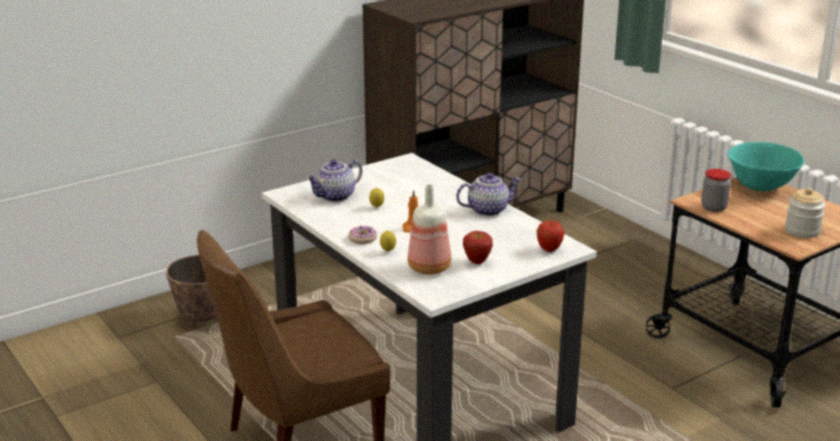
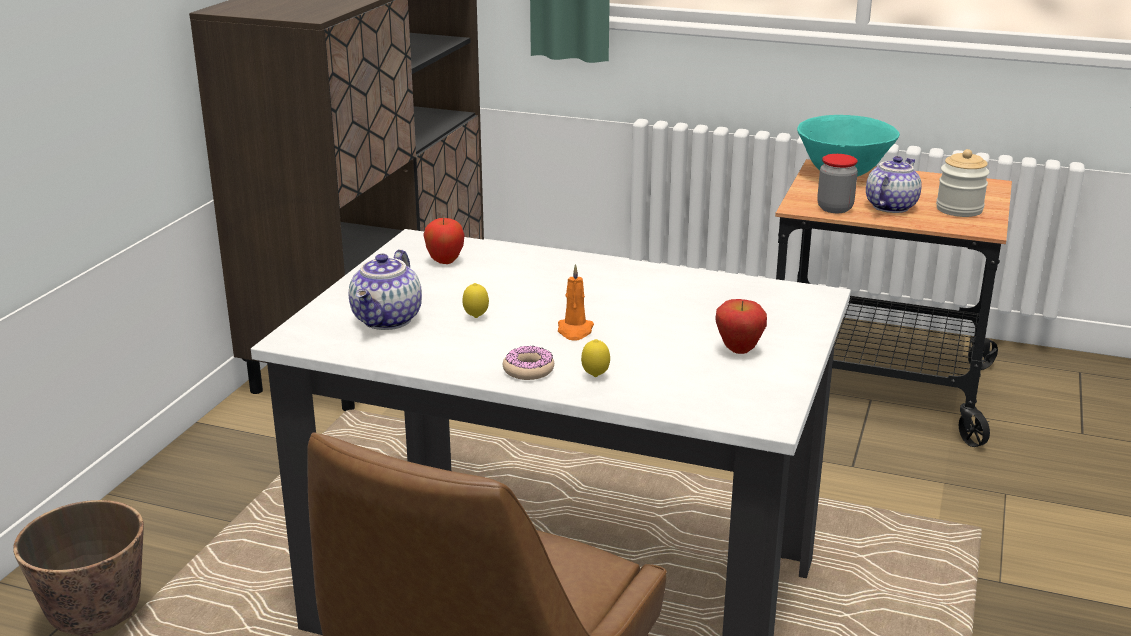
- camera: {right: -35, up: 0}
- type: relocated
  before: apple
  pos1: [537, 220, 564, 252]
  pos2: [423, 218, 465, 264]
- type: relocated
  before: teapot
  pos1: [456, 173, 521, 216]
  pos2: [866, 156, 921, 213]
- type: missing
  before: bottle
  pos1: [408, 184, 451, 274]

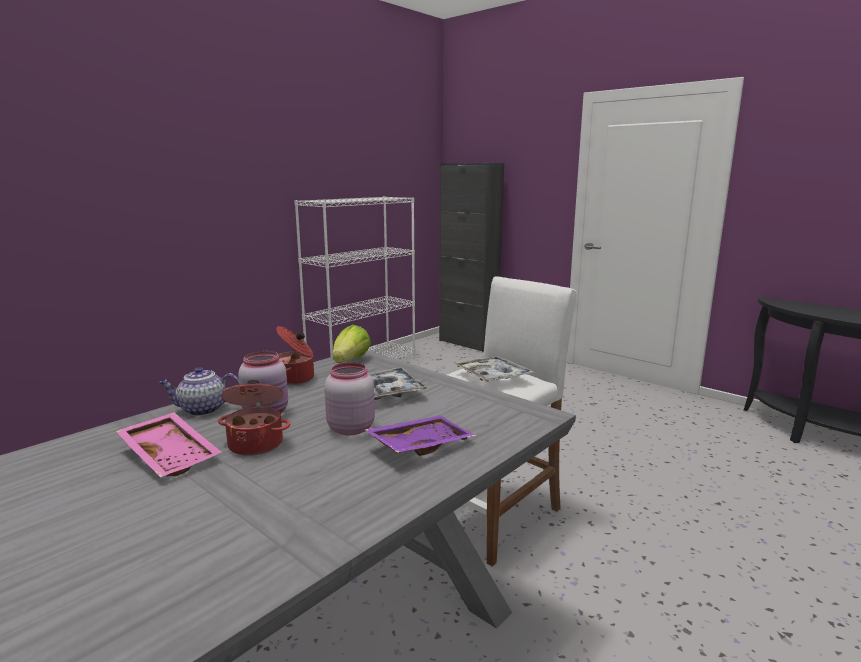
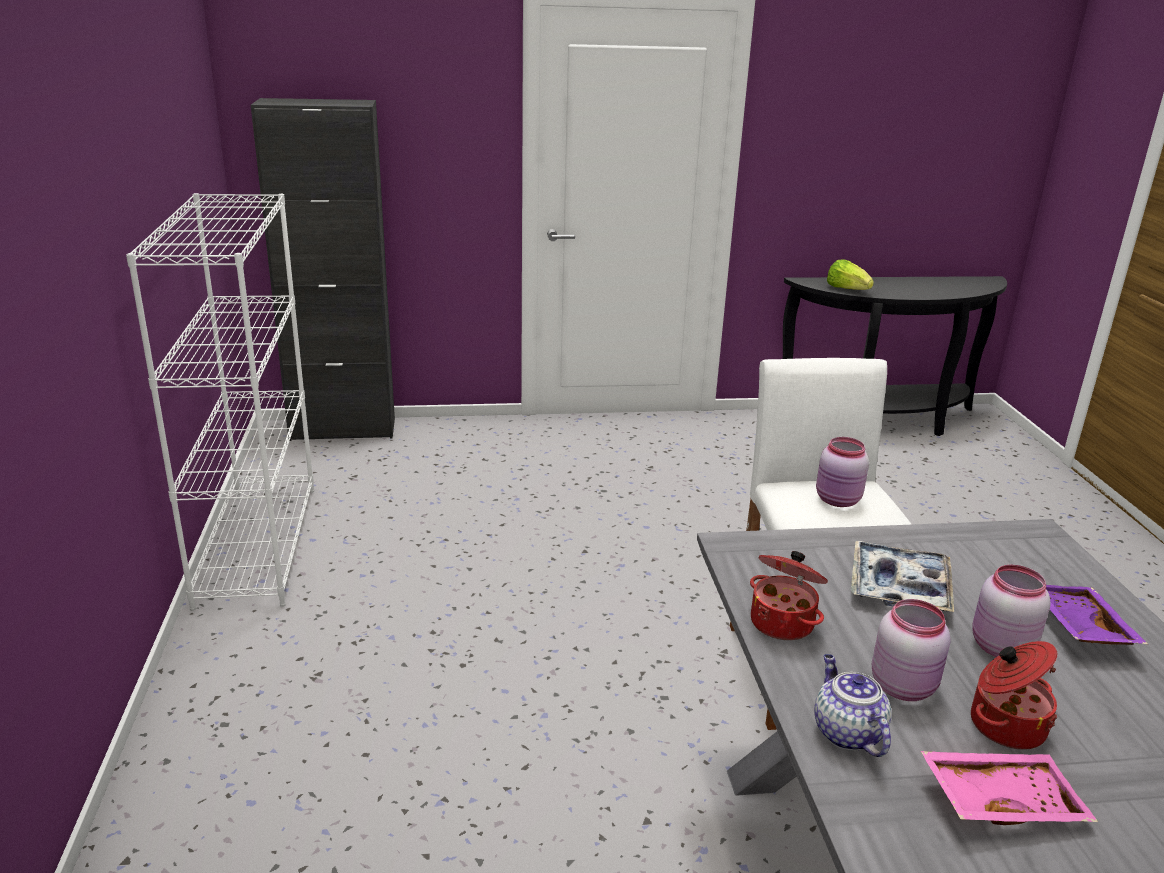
- camera: {right: -50, up: 10}
- type: spun
  before: teapot
  pos1: [159, 367, 239, 416]
  pos2: [814, 654, 892, 757]
  turn: 135
- type: exchanged
  before: tray
  after: pink_jar
  pos1: [453, 356, 535, 382]
  pos2: [816, 437, 869, 507]
- type: relocated
  before: lettuce
  pos1: [333, 325, 371, 363]
  pos2: [827, 259, 874, 290]

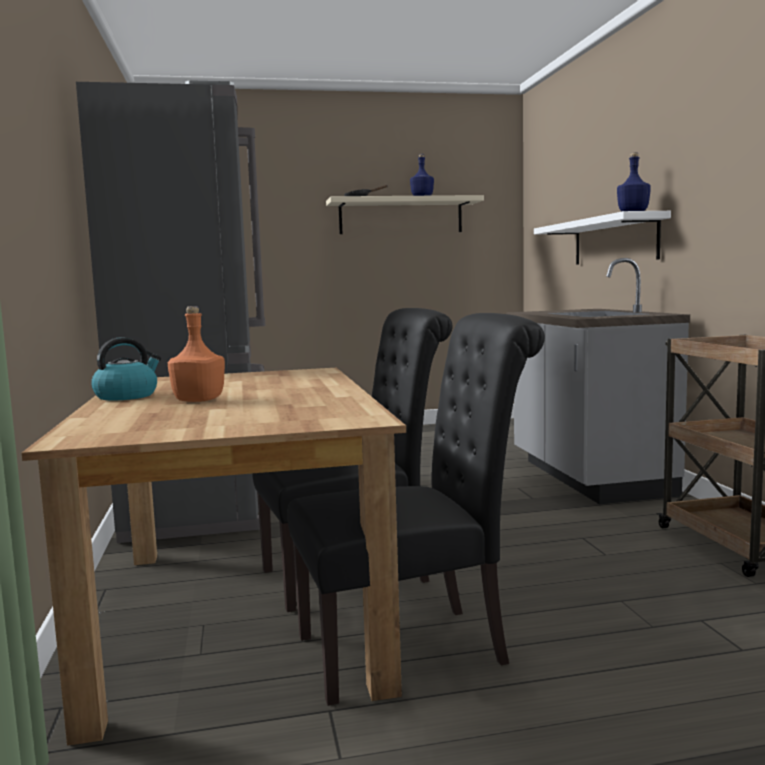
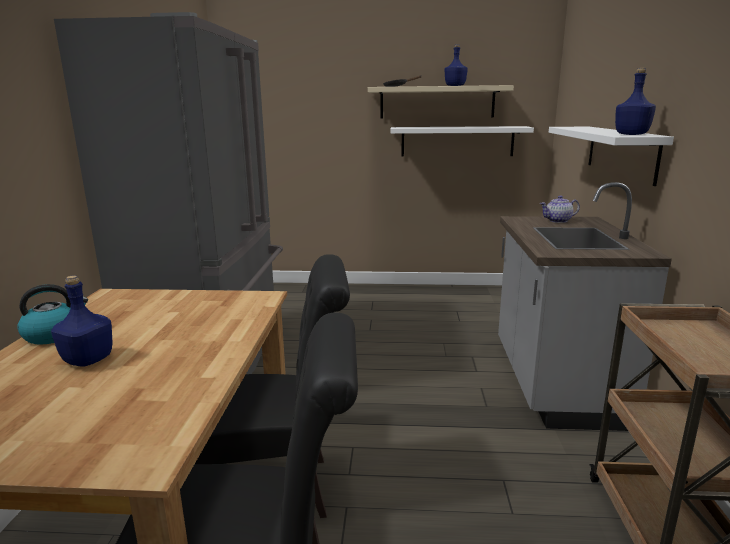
- camera: {right: 15, up: 10}
- type: colour
  before: orange_bottle
  after: blue_bottle
  pos1: [168, 306, 225, 402]
  pos2: [51, 275, 112, 366]
- type: appeared
  after: white_shelf
  pos2: [390, 126, 534, 157]
- type: appeared
  after: teapot
  pos2: [540, 196, 580, 223]

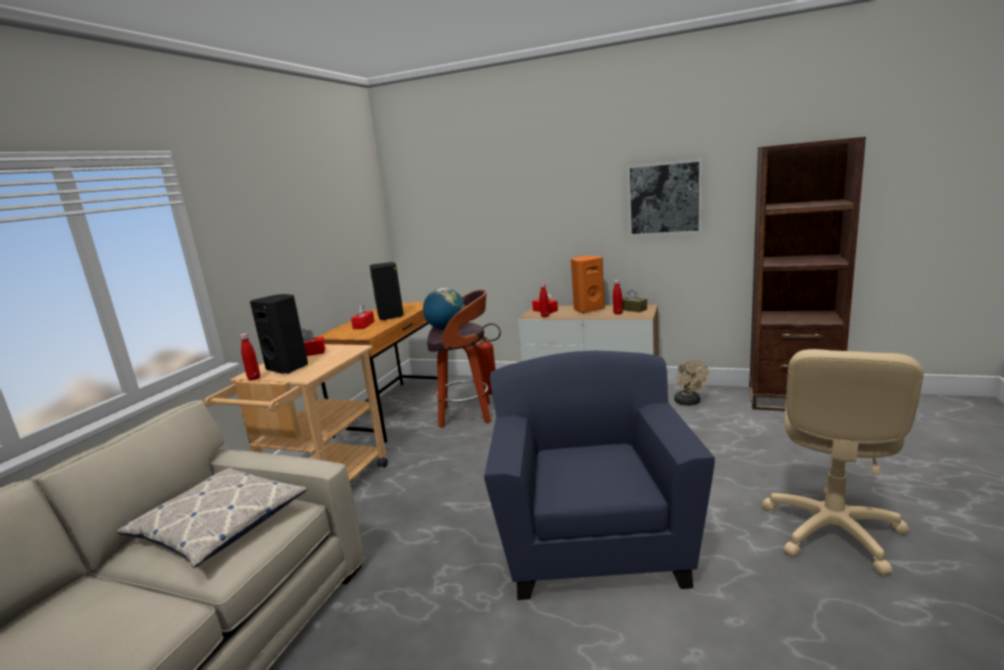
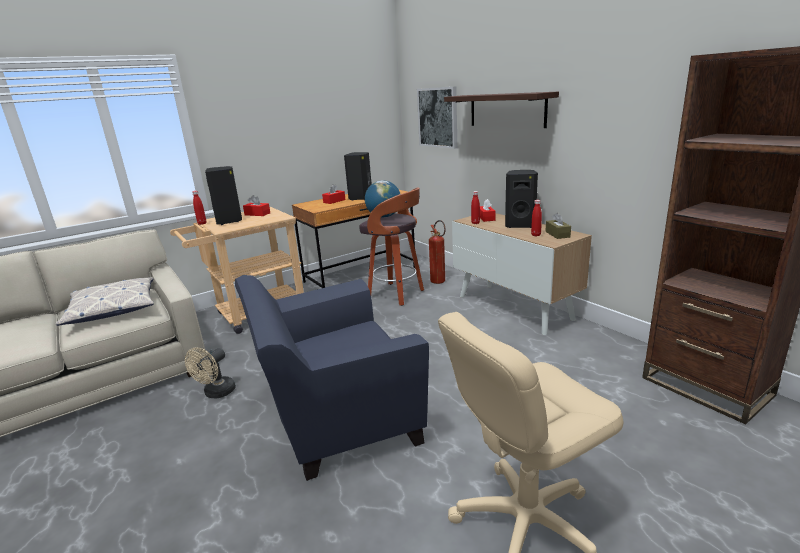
- camera: {right: 35, up: 5}
- type: relocated
  before: beige_fan
  pos1: [674, 360, 709, 406]
  pos2: [185, 347, 236, 398]
- type: spun
  before: blue_armchair
  pos1: [484, 351, 715, 600]
  pos2: [235, 275, 429, 481]
  turn: -150
- type: relocated
  before: picture
  pos1: [627, 159, 702, 237]
  pos2: [417, 86, 457, 149]
- type: appeared
  after: shelf
  pos2: [444, 92, 559, 128]
- type: colour
  before: orange_speaker
  after: black_speaker
  pos1: [571, 256, 605, 313]
  pos2: [505, 170, 538, 228]

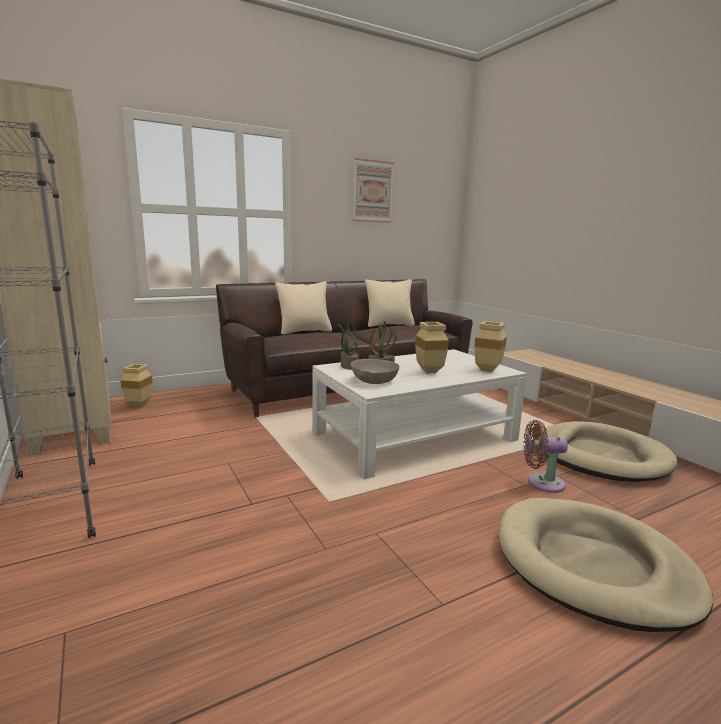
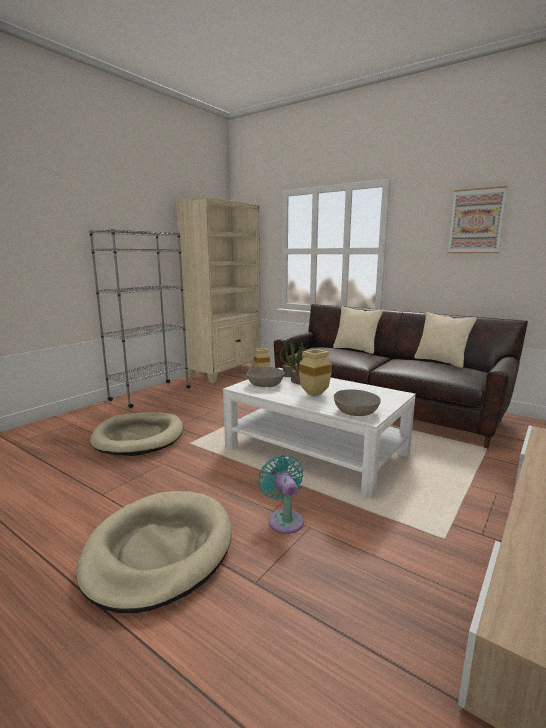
- camera: {right: 65, up: 0}
- type: relocated
  before: beige_dog_bed
  pos1: [538, 421, 678, 482]
  pos2: [90, 412, 183, 456]
- type: colour
  before: brown_fan
  after: turquoise_fan
  pos1: [524, 420, 568, 493]
  pos2: [258, 455, 304, 534]
- type: exchanged
  before: beige_vase
  after: grey_bowl
  pos1: [474, 321, 507, 372]
  pos2: [334, 389, 381, 416]

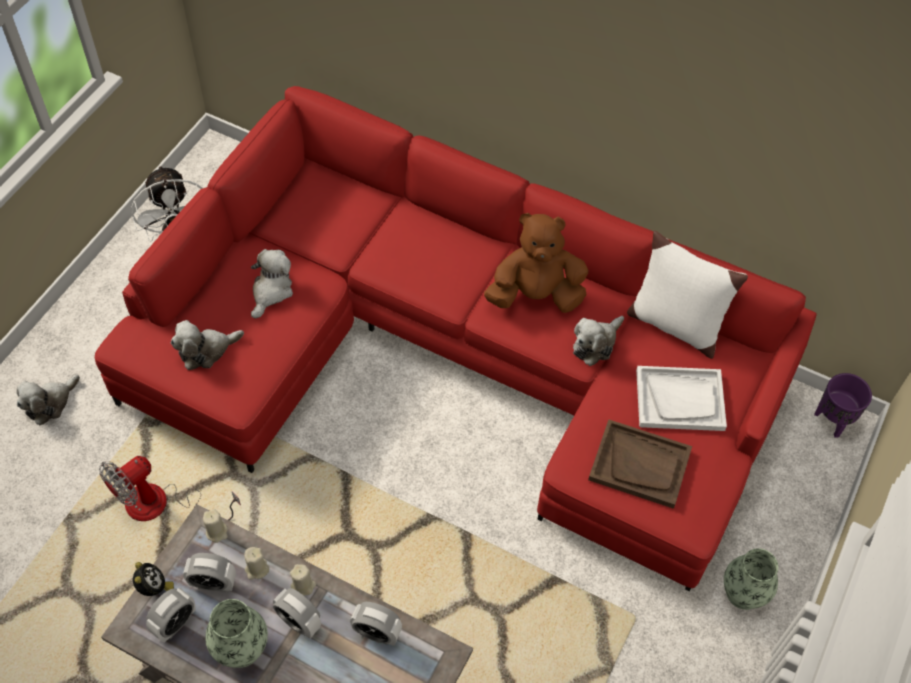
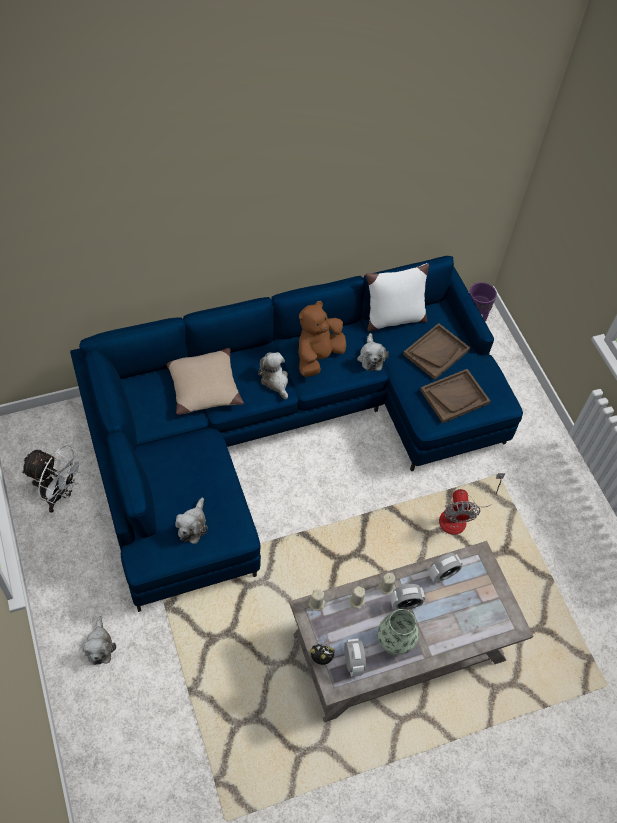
- camera: {right: -50, up: 0}
- type: colour
  before: red_sofa
  after: blue_sofa
  pos1: [95, 86, 817, 591]
  pos2: [70, 256, 523, 612]
- type: appeared
  after: beige_pillow
  pos2: [166, 348, 244, 415]
- type: relocated
  before: plush_toy
  pos1: [251, 249, 293, 318]
  pos2: [258, 352, 288, 399]
- type: colour
  before: white_tray
  after: brown_tray
  pos1: [636, 366, 727, 431]
  pos2: [403, 323, 470, 380]
- type: relocated
  before: fan
  pos1: [99, 456, 241, 521]
  pos2: [439, 473, 505, 535]
- type: missing
  before: alarm_clock
  pos1: [183, 553, 236, 592]
- type: missing
  before: vase
  pos1: [724, 548, 778, 610]

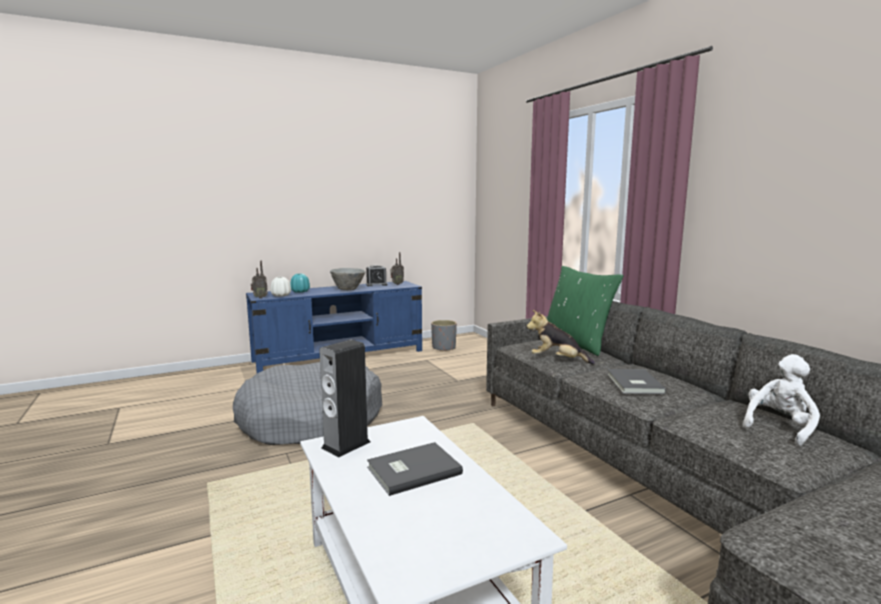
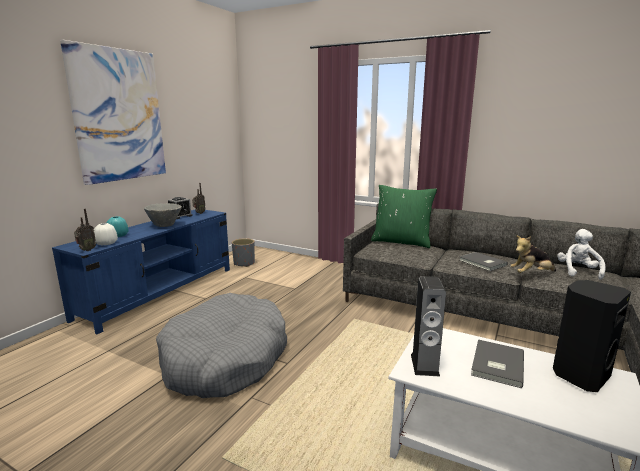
- camera: {right: -35, up: 5}
- type: appeared
  after: picture
  pos2: [60, 40, 166, 185]
- type: relocated
  before: plush_toy
  pos1: [526, 310, 595, 365]
  pos2: [510, 235, 556, 273]
- type: appeared
  after: black_speaker
  pos2: [553, 280, 631, 392]

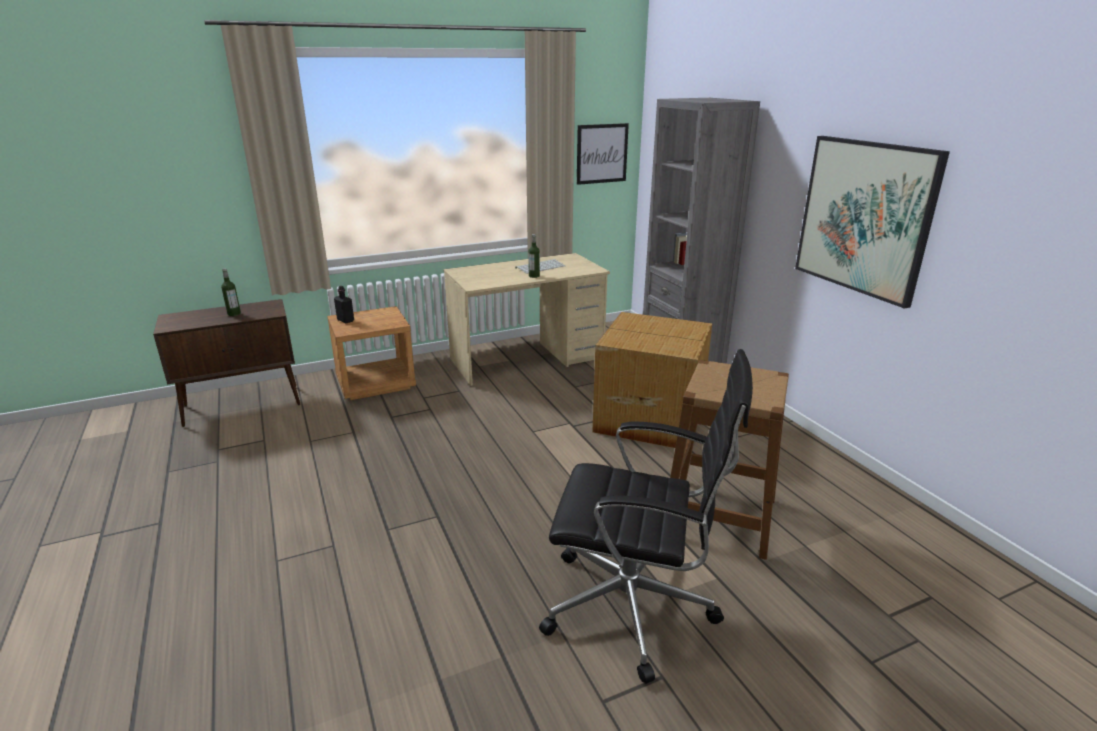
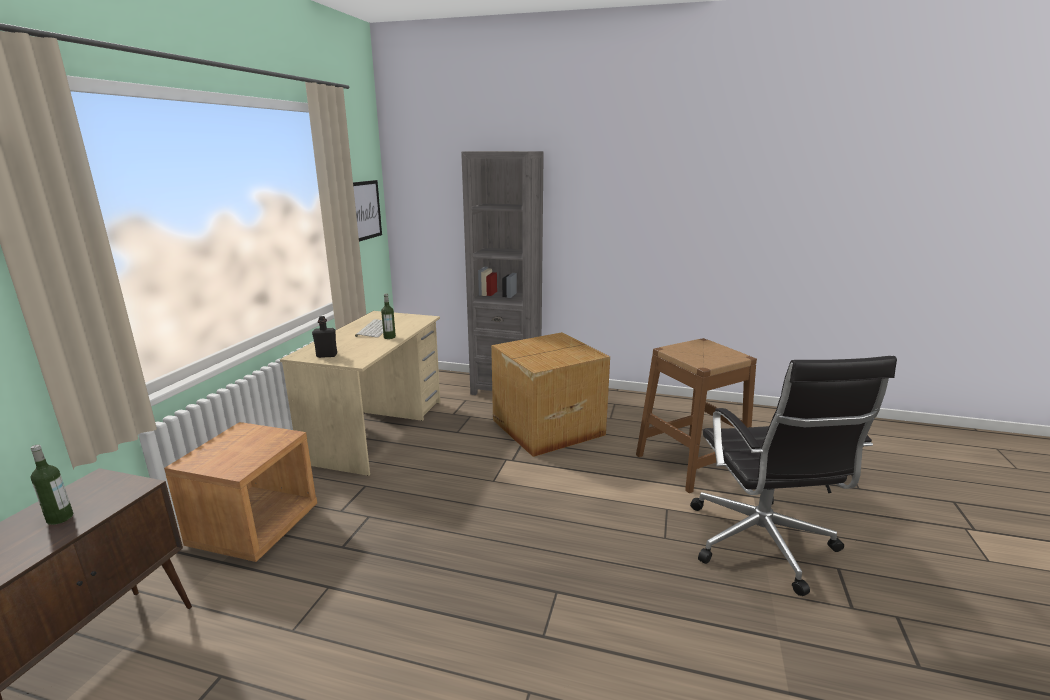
- camera: {right: -50, up: -5}
- type: relocated
  before: black_bottle
  pos1: [334, 286, 354, 323]
  pos2: [312, 316, 337, 358]
- type: spun
  before: black_office_chair
  pos1: [539, 349, 753, 684]
  pos2: [690, 356, 897, 596]
  turn: 120
- type: missing
  before: picture
  pos1: [795, 136, 950, 309]

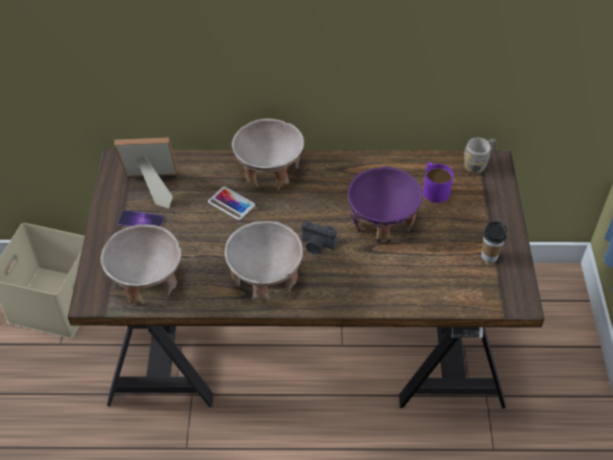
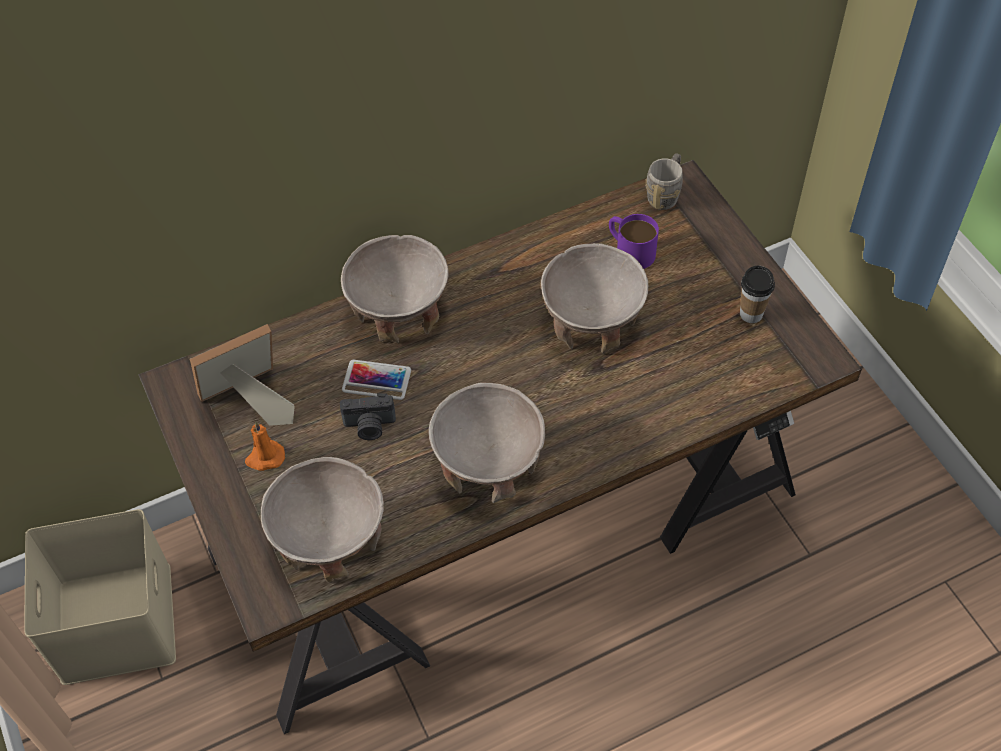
- camera: {right: -25, up: 5}
- type: exchanged
  before: phone
  after: orange_candle
  pos1: [118, 210, 165, 227]
  pos2: [245, 421, 285, 471]
- type: relocated
  before: photo_camera
  pos1: [301, 221, 336, 254]
  pos2: [340, 393, 396, 440]
- type: colour
  before: purple_bowl
  after: beige_bowl
  pos1: [348, 166, 423, 242]
  pos2: [541, 243, 648, 354]

